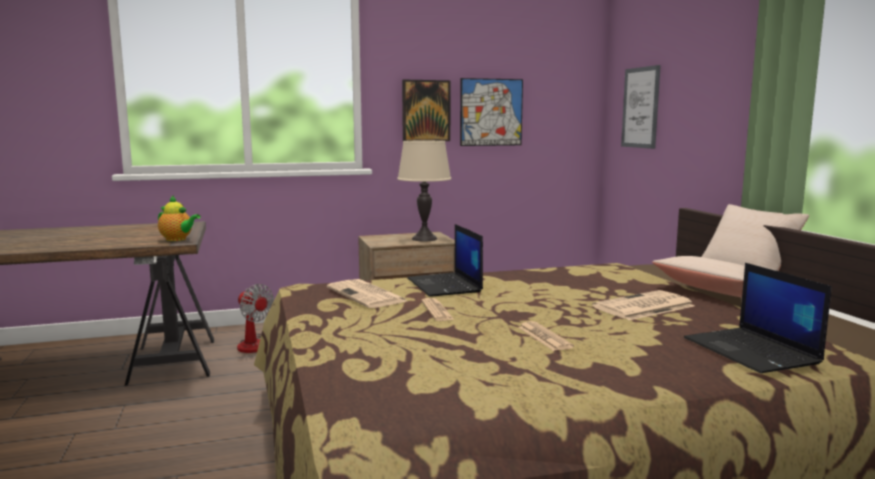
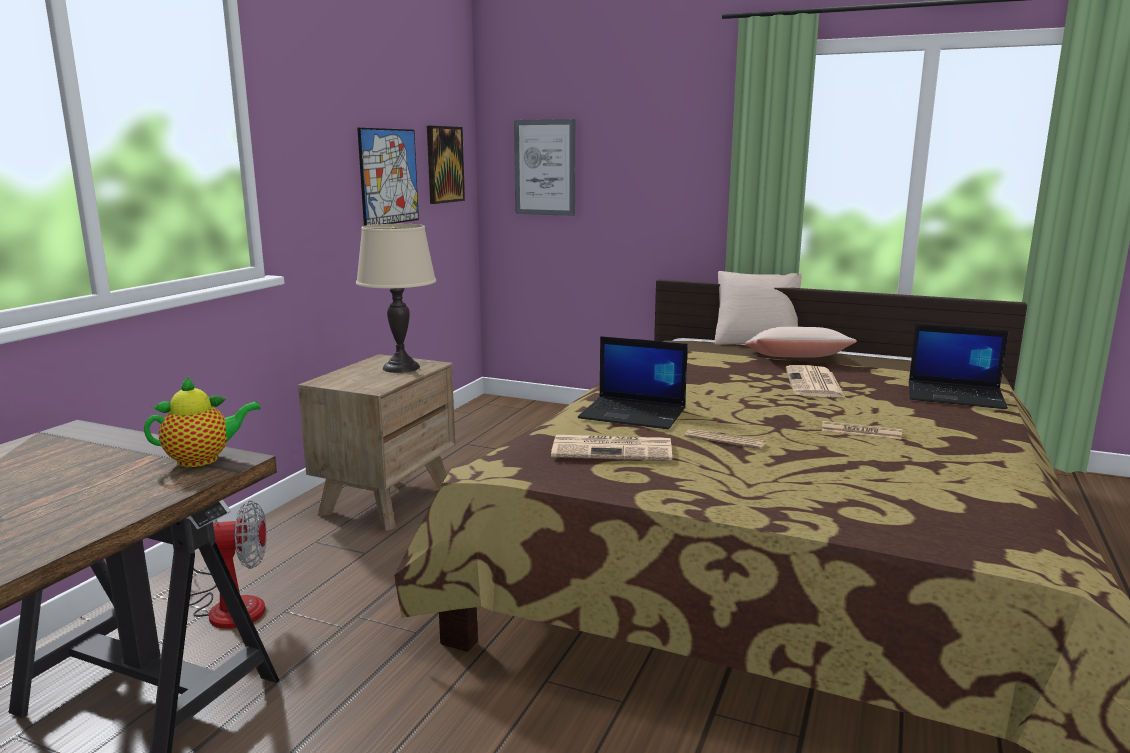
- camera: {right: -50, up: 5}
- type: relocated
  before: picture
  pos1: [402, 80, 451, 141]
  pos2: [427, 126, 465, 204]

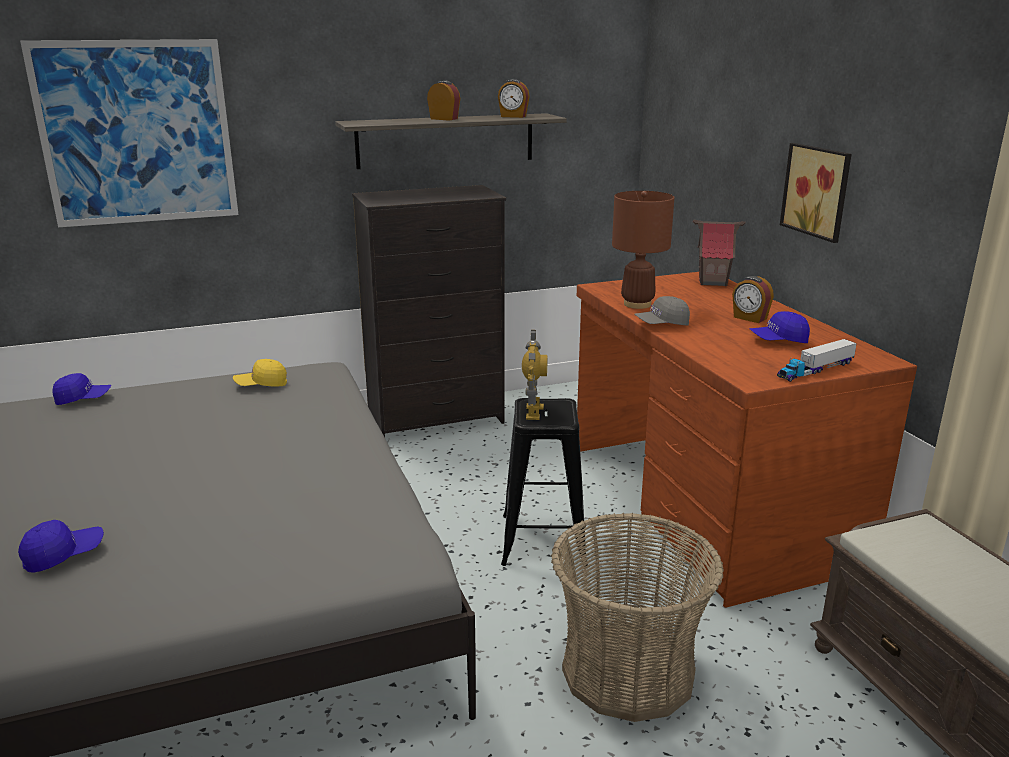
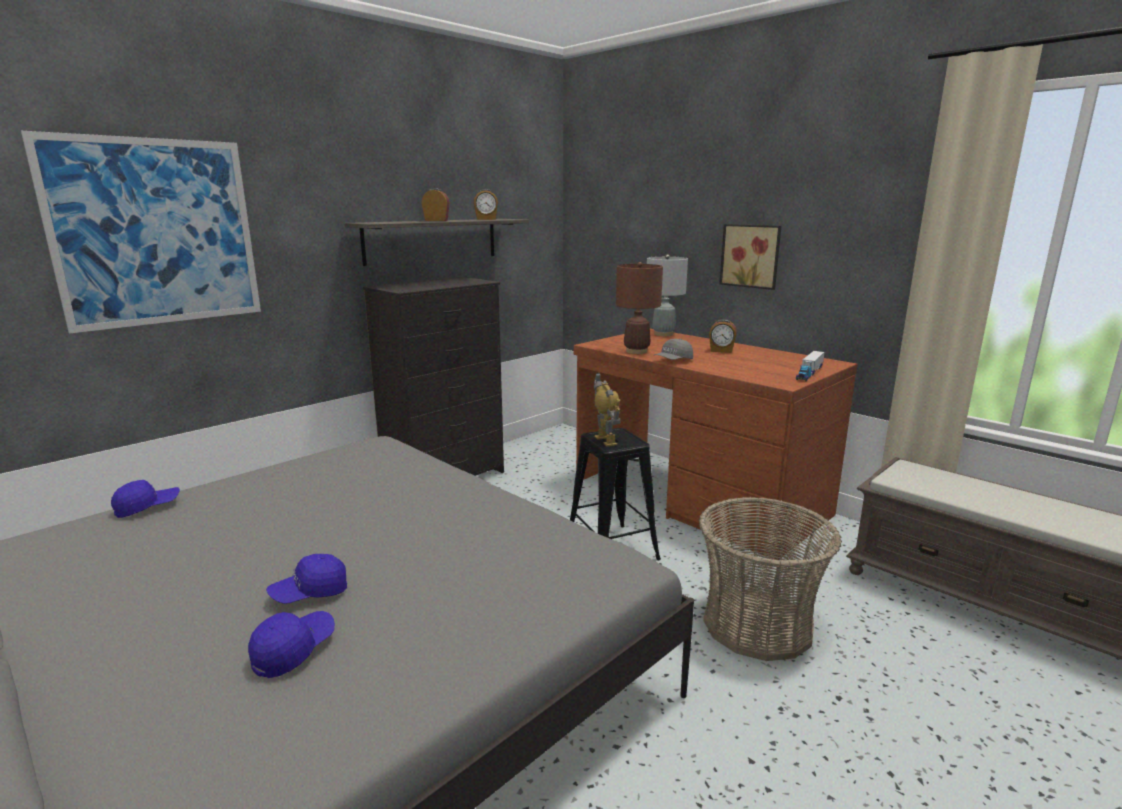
- camera: {right: -25, up: -5}
- type: relocated
  before: blue_cap
  pos1: [750, 311, 810, 343]
  pos2: [266, 554, 347, 604]
- type: exchanged
  before: toy_house
  after: grey_table_lamp
  pos1: [693, 220, 745, 286]
  pos2: [647, 255, 688, 336]
- type: missing
  before: yellow_cap
  pos1: [233, 359, 287, 387]

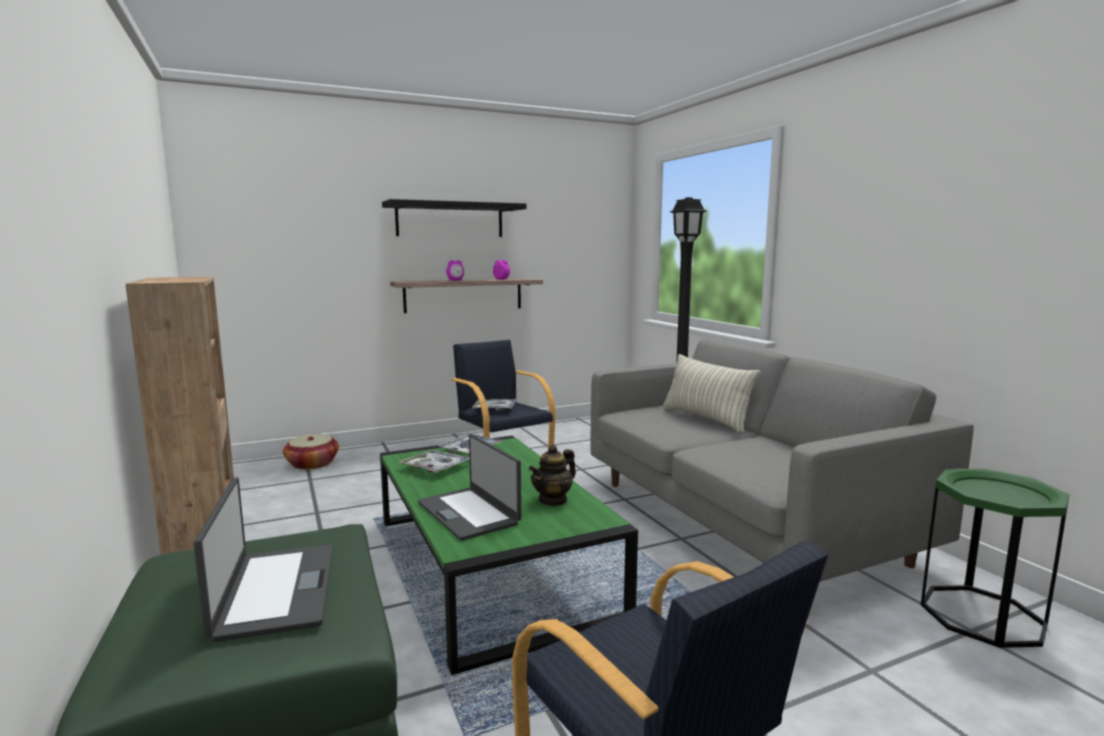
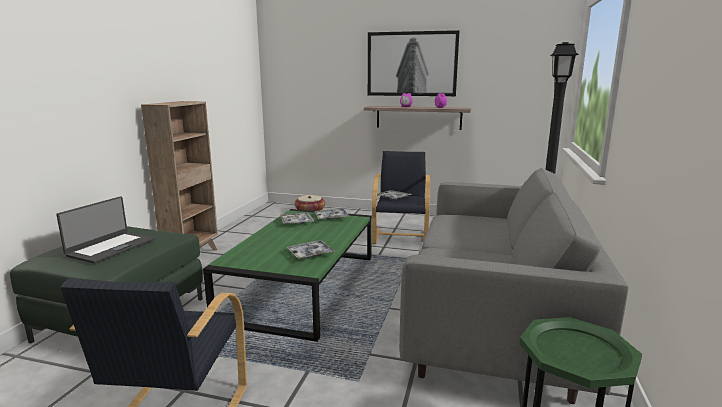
- camera: {right: 40, up: 5}
- type: exchanged
  before: teapot
  after: tray
  pos1: [529, 444, 576, 506]
  pos2: [287, 240, 335, 259]
- type: exchanged
  before: black_shelf
  after: picture
  pos1: [382, 199, 526, 237]
  pos2: [368, 30, 460, 96]
- type: missing
  before: laptop
  pos1: [418, 434, 521, 541]
- type: missing
  before: pillow
  pos1: [663, 354, 761, 433]

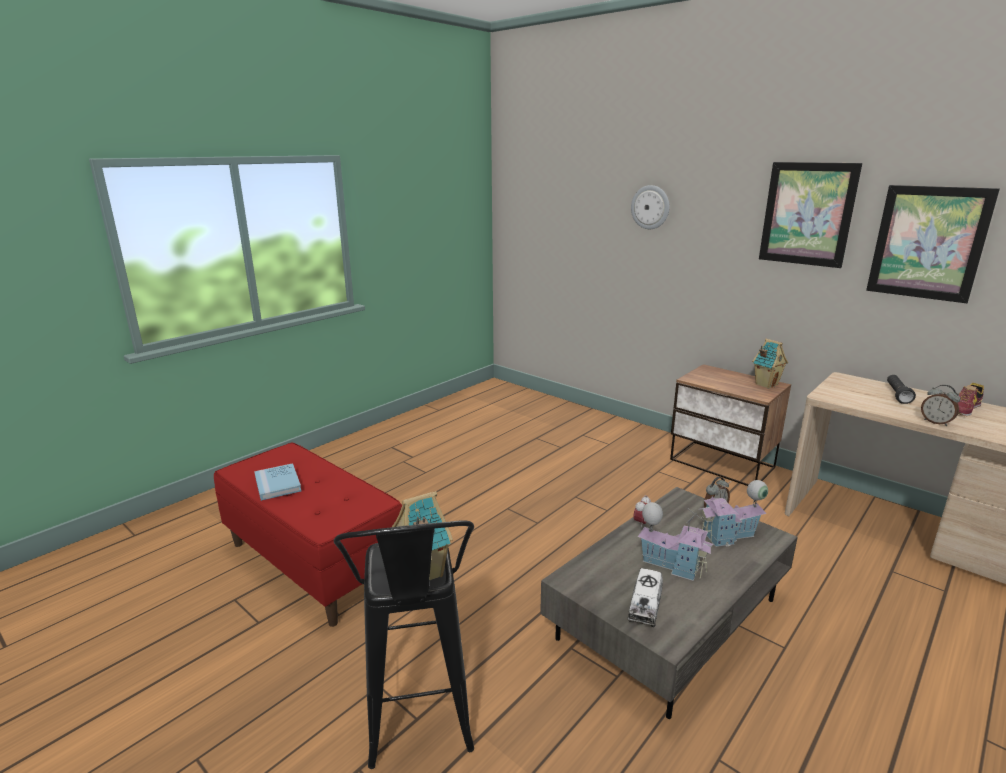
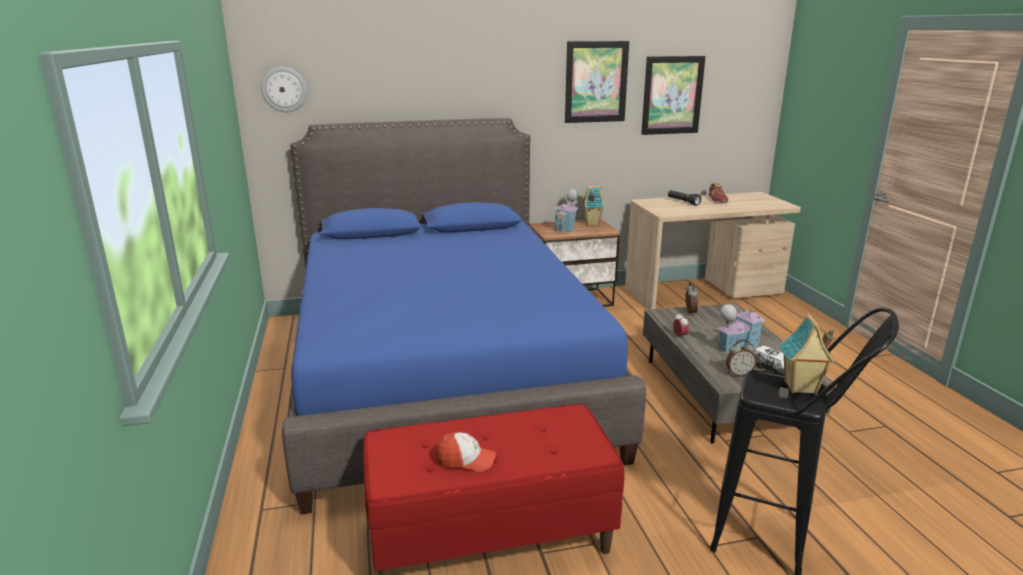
- camera: {right: -55, up: 0}
- type: relocated
  before: wall_clock
  pos1: [631, 185, 670, 229]
  pos2: [261, 67, 307, 112]
- type: appeared
  after: blue_bed
  pos2: [282, 118, 646, 515]
- type: exchanged
  before: blue_book
  after: cap
  pos1: [254, 463, 302, 501]
  pos2: [437, 432, 496, 472]
- type: relocated
  before: toy_house
  pos1: [698, 480, 768, 547]
  pos2: [554, 189, 578, 233]
- type: relocated
  before: alarm_clock
  pos1: [921, 385, 960, 426]
  pos2: [726, 340, 757, 377]

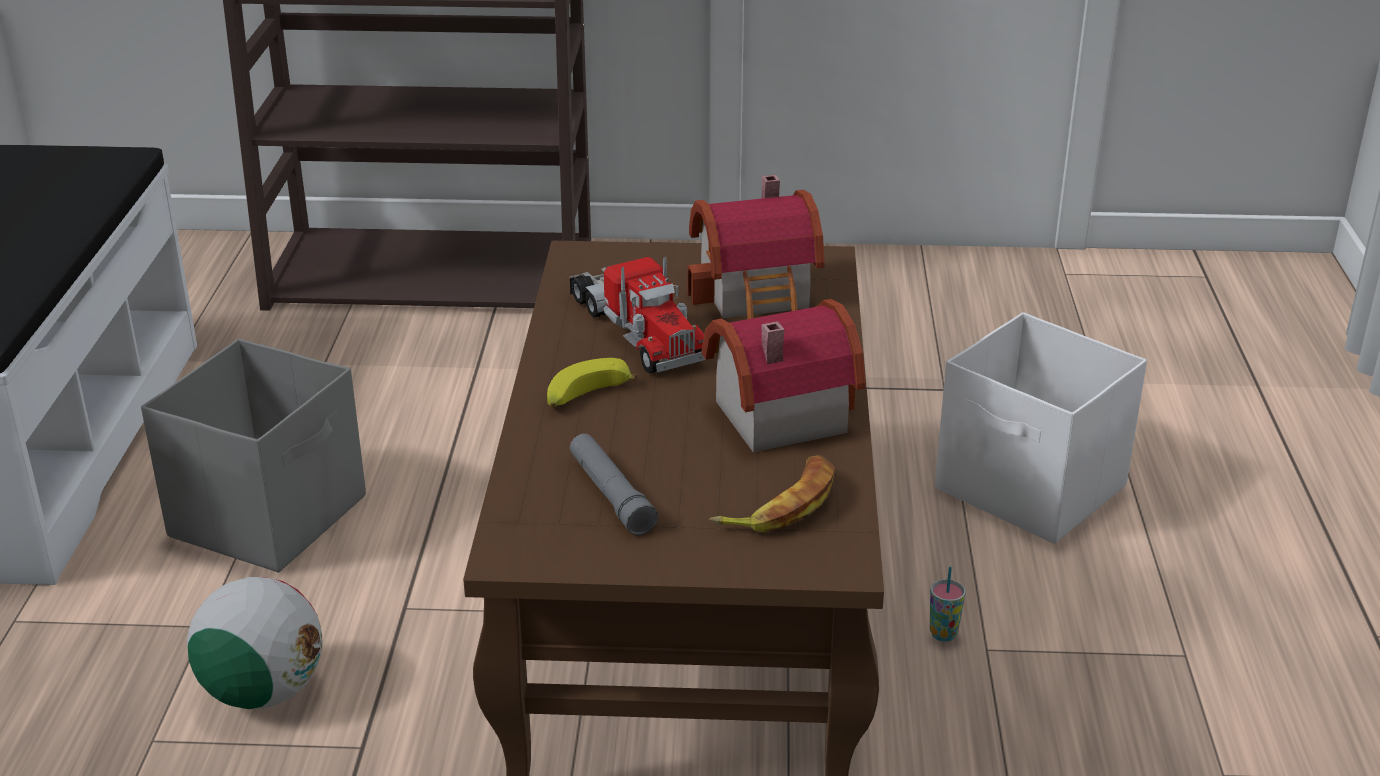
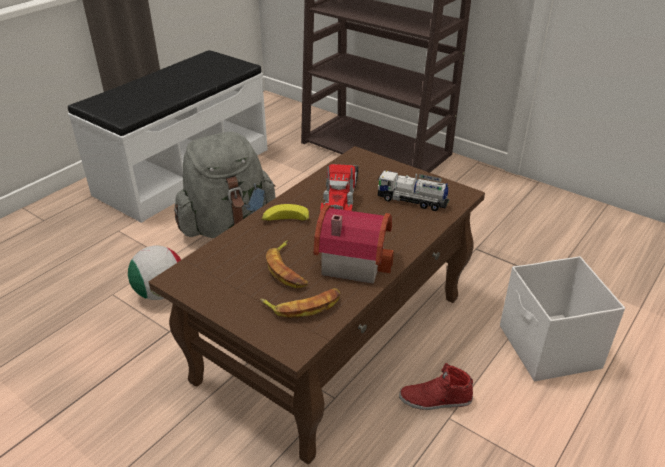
- camera: {right: 35, up: 5}
- type: exchanged
  before: grey_storage_box
  after: grey_backpack
  pos1: [141, 338, 366, 572]
  pos2: [174, 132, 276, 238]
- type: appeared
  after: banana
  pos2: [266, 240, 308, 288]
- type: exchanged
  before: toy_house
  after: toy_truck
  pos1: [687, 175, 825, 319]
  pos2: [378, 170, 449, 211]
- type: exchanged
  before: cup
  after: red_shoe
  pos1: [930, 567, 966, 641]
  pos2: [399, 363, 473, 410]
- type: missing
  before: grey_flashlight
  pos1: [570, 434, 658, 535]

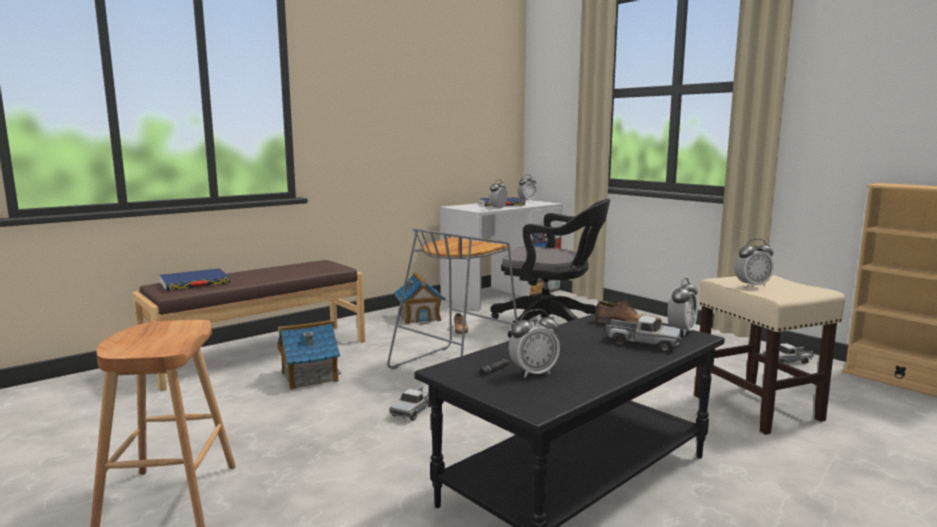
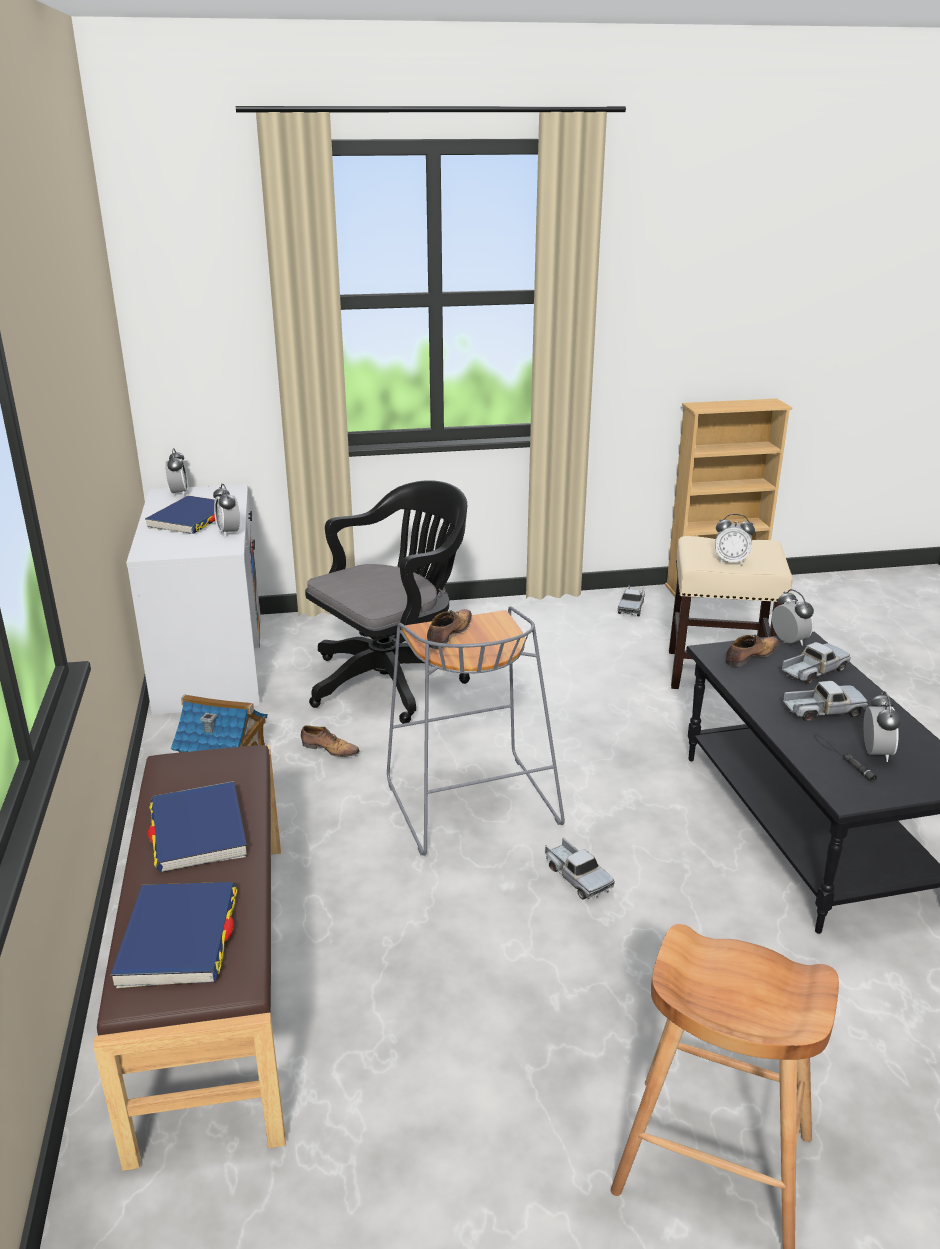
- camera: {right: -60, up: 15}
- type: appeared
  after: blue_book
  pos2: [148, 781, 247, 873]
- type: appeared
  after: shoe
  pos2: [427, 609, 472, 649]
- type: spun
  before: alarm_clock
  pos1: [734, 238, 774, 288]
  pos2: [715, 514, 755, 565]
  turn: 90
- type: appeared
  after: toy_truck
  pos2: [783, 681, 868, 721]
- type: missing
  before: toy_house
  pos1: [277, 320, 341, 390]

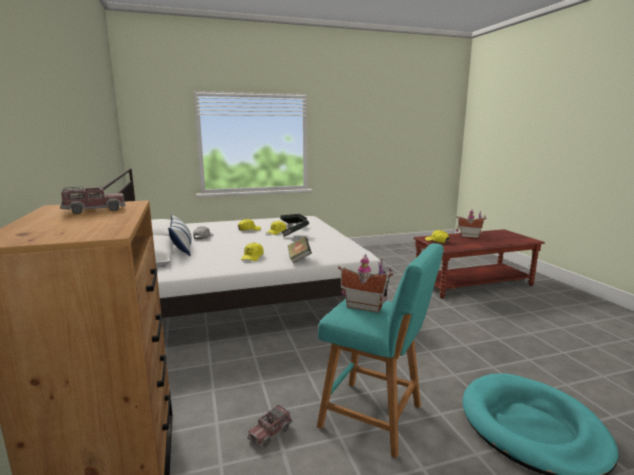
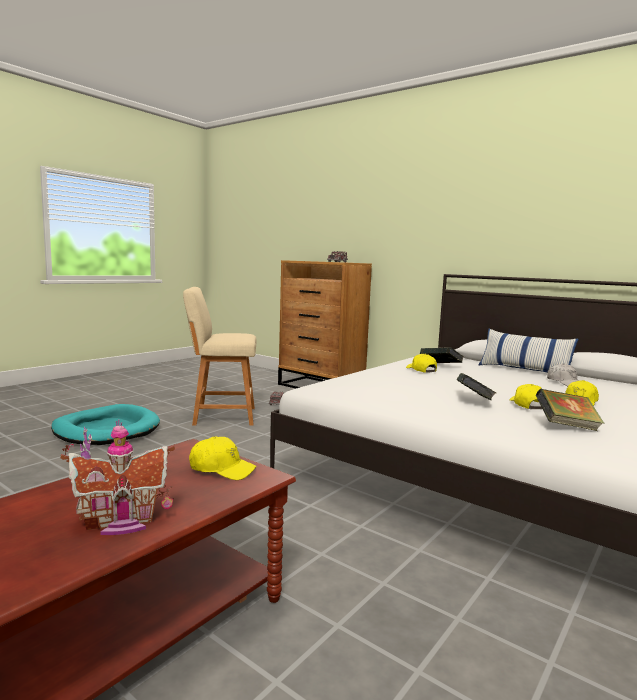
- camera: {right: 145, up: -5}
- type: colour
  before: turquoise_stool
  after: beige_stool
  pos1: [317, 243, 444, 458]
  pos2: [183, 287, 257, 426]
- type: relocated
  before: book
  pos1: [288, 237, 312, 263]
  pos2: [420, 347, 464, 363]
- type: missing
  before: toy_house
  pos1: [338, 254, 393, 313]

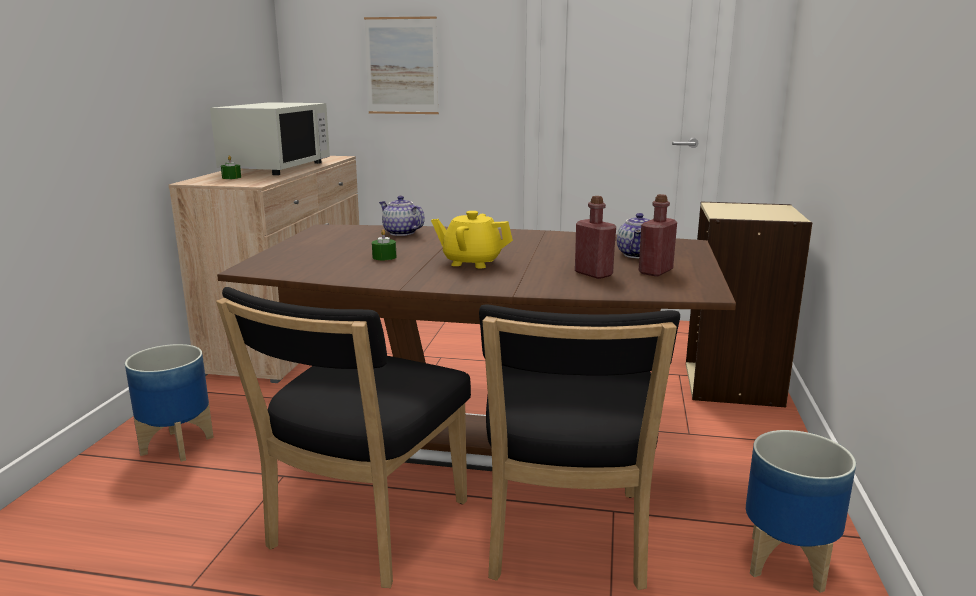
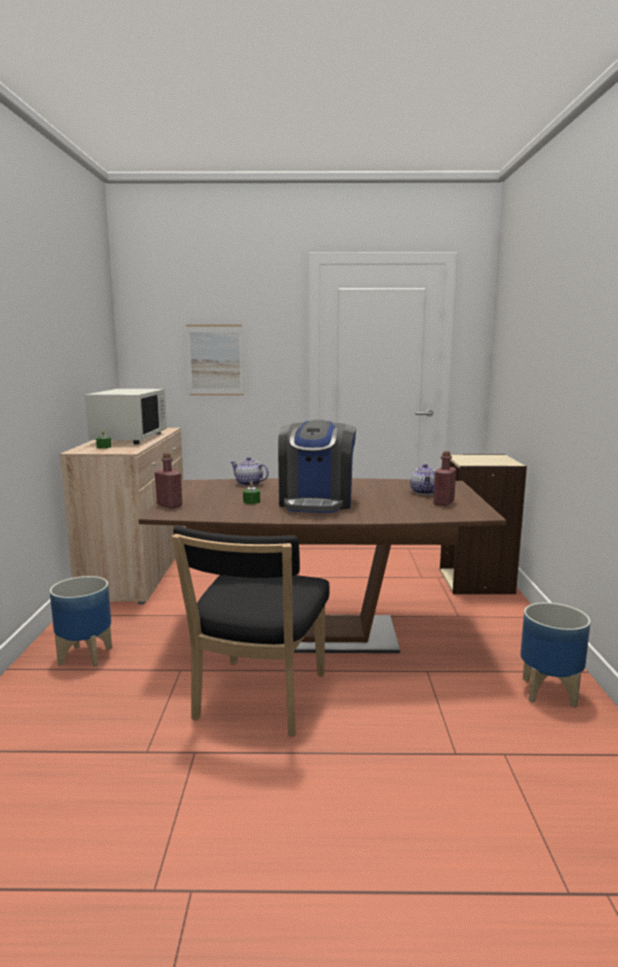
- camera: {right: -10, up: -5}
- type: relocated
  before: red_bottle
  pos1: [575, 196, 616, 279]
  pos2: [155, 453, 182, 509]
- type: exchanged
  before: yellow_teapot
  after: coffee_machine
  pos1: [431, 211, 513, 268]
  pos2: [278, 420, 356, 513]
- type: missing
  before: black_chair
  pos1: [479, 304, 680, 590]

